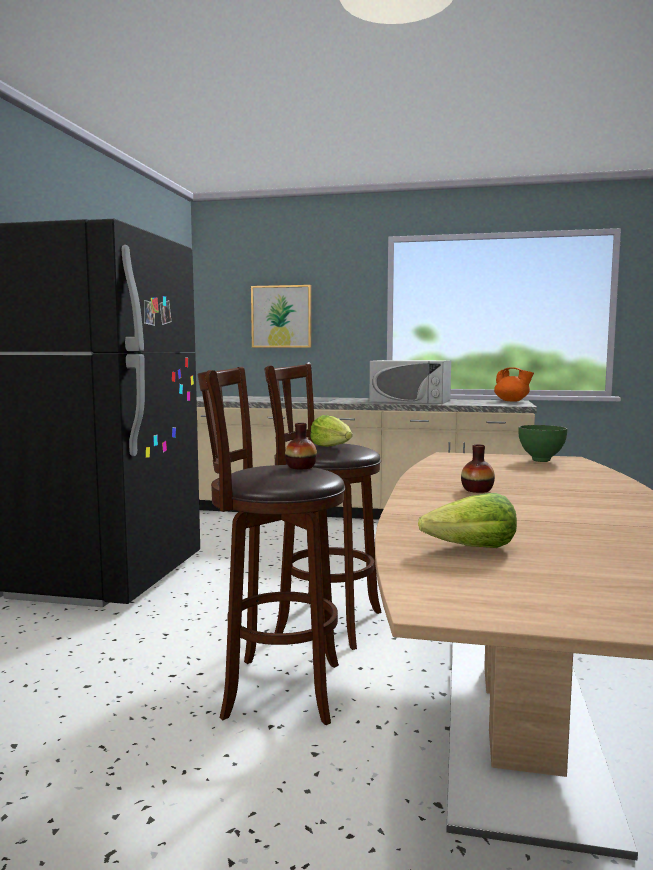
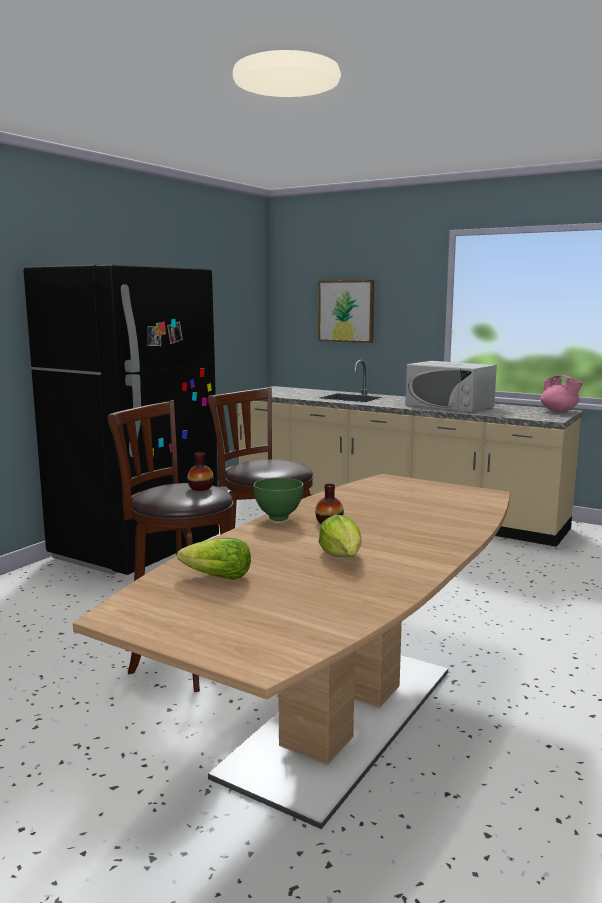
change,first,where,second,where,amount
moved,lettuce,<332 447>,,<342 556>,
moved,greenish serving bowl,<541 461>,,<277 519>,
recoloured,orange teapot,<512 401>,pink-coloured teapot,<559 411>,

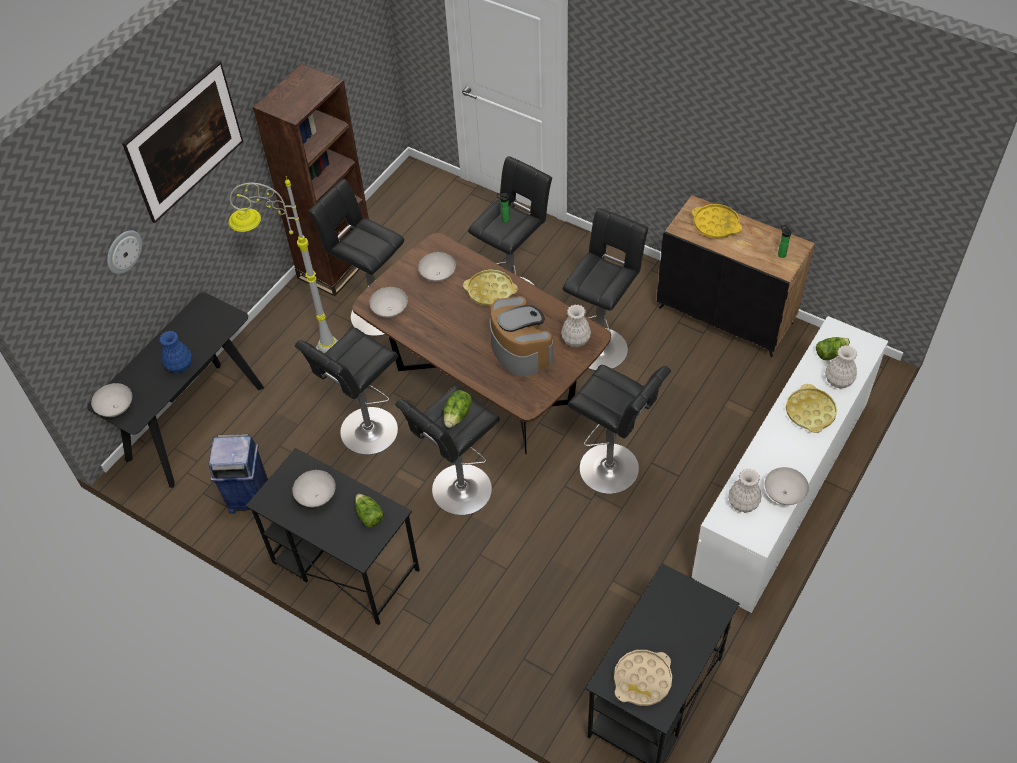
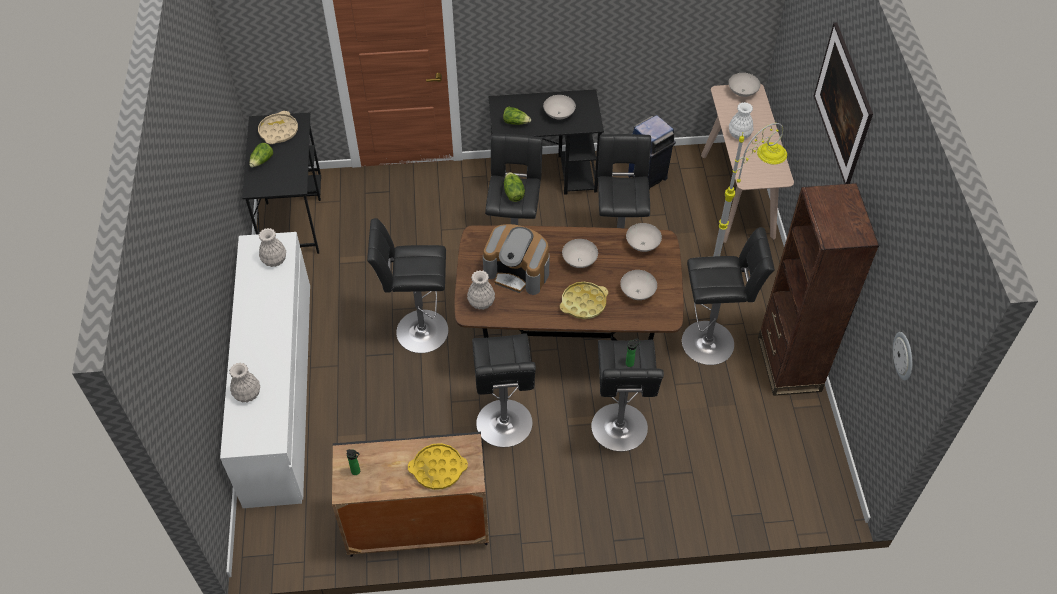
change,first,where,second,where,amount
removed,yellow tray,<810 412>,,,
moved,hanging clock,<123 251>,,<904 356>,
moved,whitish serving bowl,<784 493>,,<579 261>,
moved,lettuce,<830 353>,,<262 161>,
recoloured,black narrow table,<195 422>,beige-coloured narrow table,<737 195>,
recoloured,bluish decorative vase,<180 365>,whitish decorative vase,<739 134>,

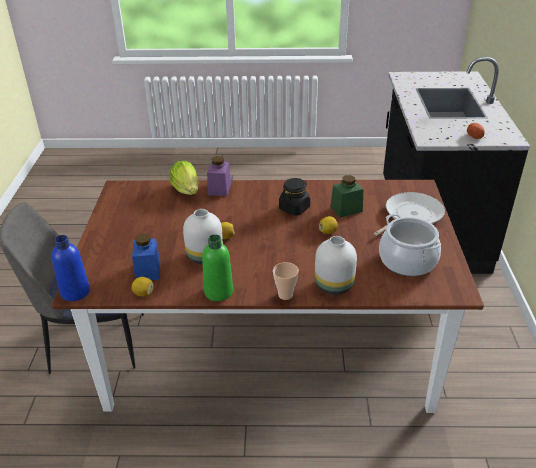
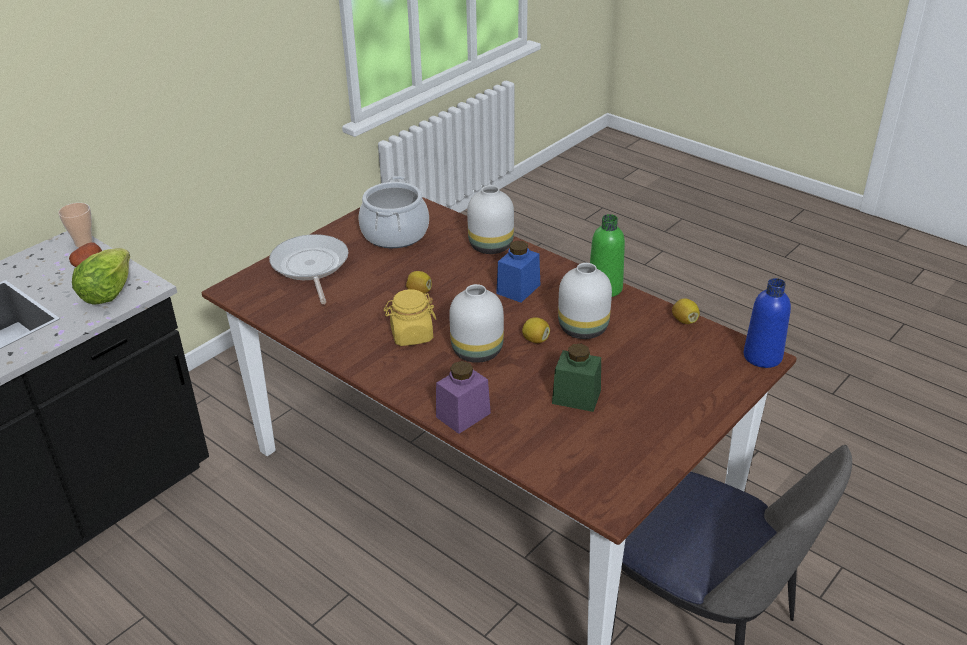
change,first,where,second,where,amount
added,,,whitish decorative vase,<475 351>,
moved,bluish jar,<148 271>,,<518 289>,
moved,lettuce,<186 190>,,<107 293>,
moved,small cup,<285 295>,,<83 243>,
moved,greenish jar,<346 209>,,<576 397>,
recoloured,black jar,<294 208>,yellow jar,<411 335>,
turned,skillet,<411 215>,,<310 267>,75 degrees clockwise

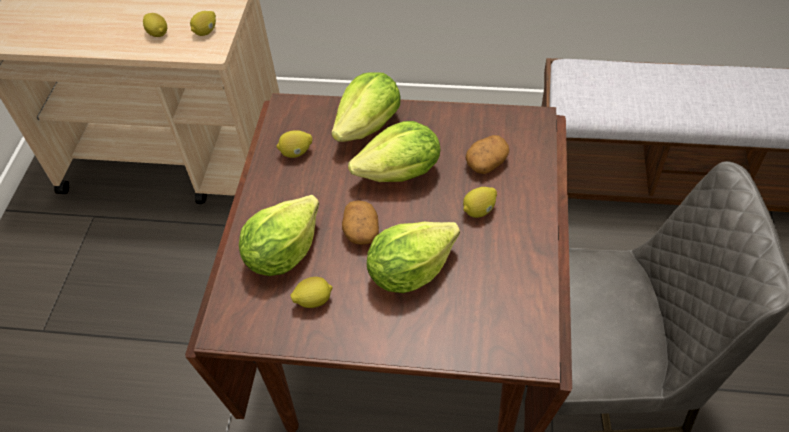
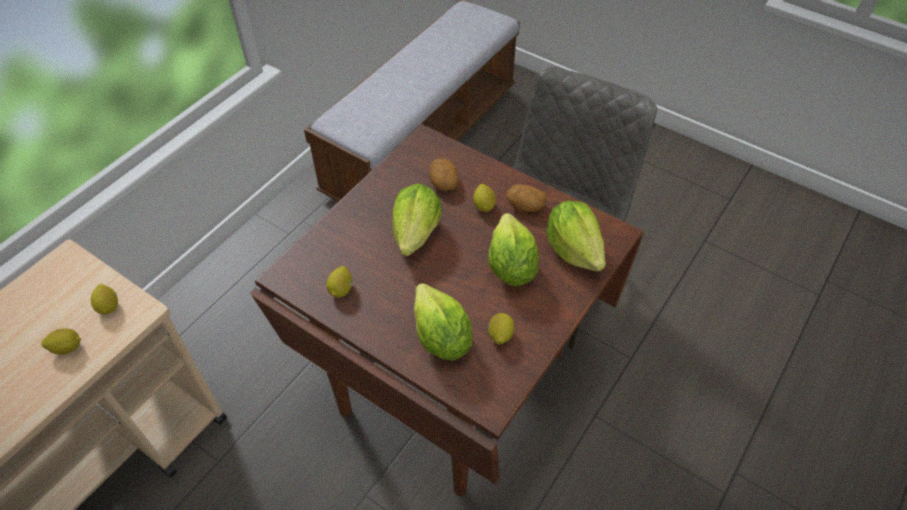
change,first,where,second,where,amount
moved,lettuce,<369 126>,,<573 249>,
moved,whole potato,<361 230>,,<525 205>,

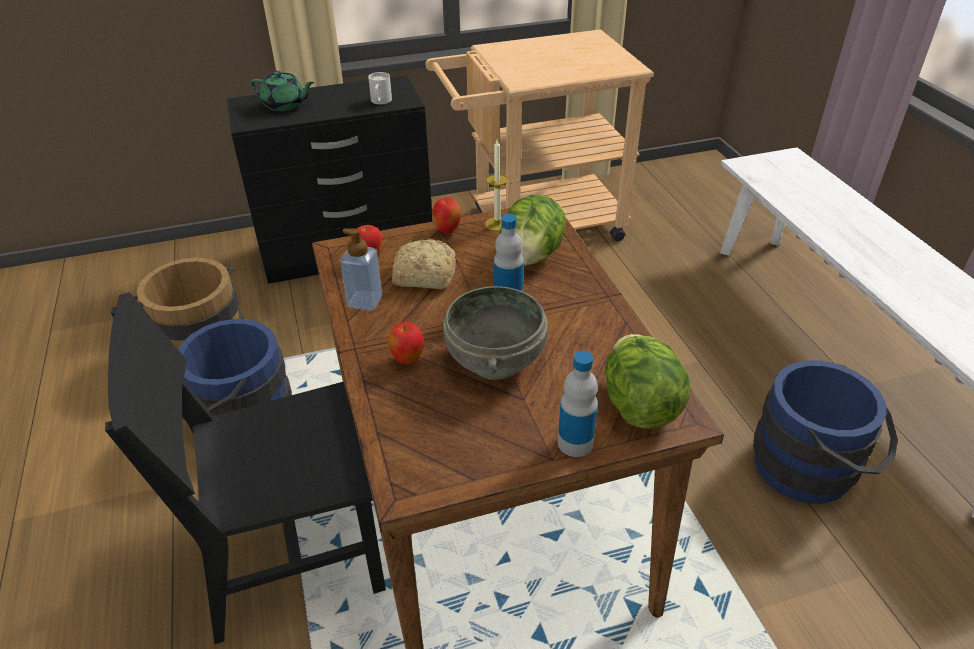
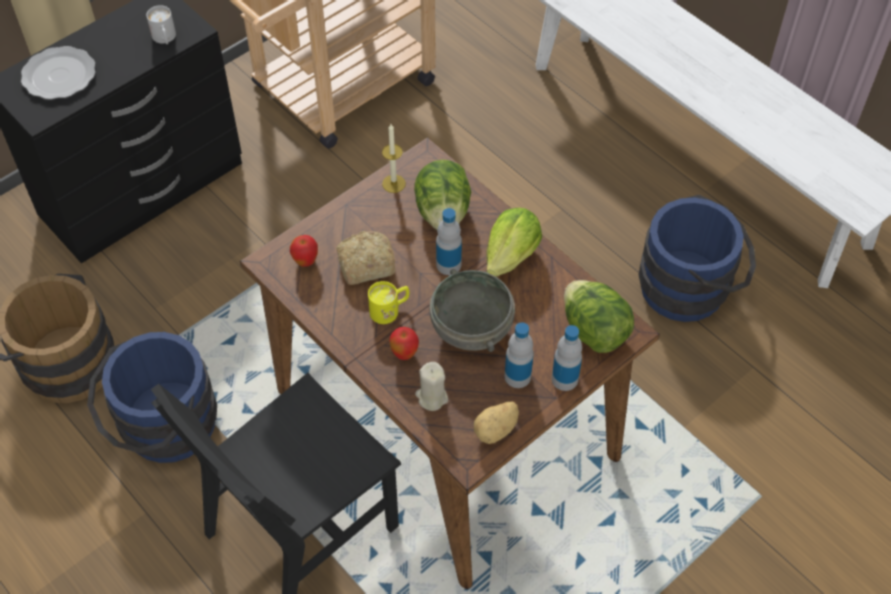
change,first,where,second,where,amount
removed,soap dispenser,<365 301>,,,
removed,whole apple,<447 230>,,,
added,,,yellow coffee mug,<390 310>,
added,,,beige-coloured wax light,<431 397>,
added,,,whole potato,<496 430>,
added,,,lettuce,<511 256>,
added,,,drink bottle,<517 376>,
replaced,greenish teapot,<285 105>,dinner plate,<60 75>,

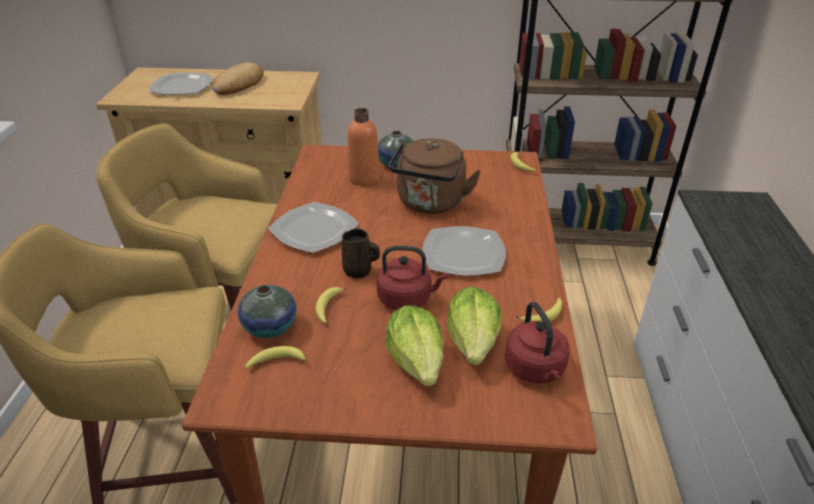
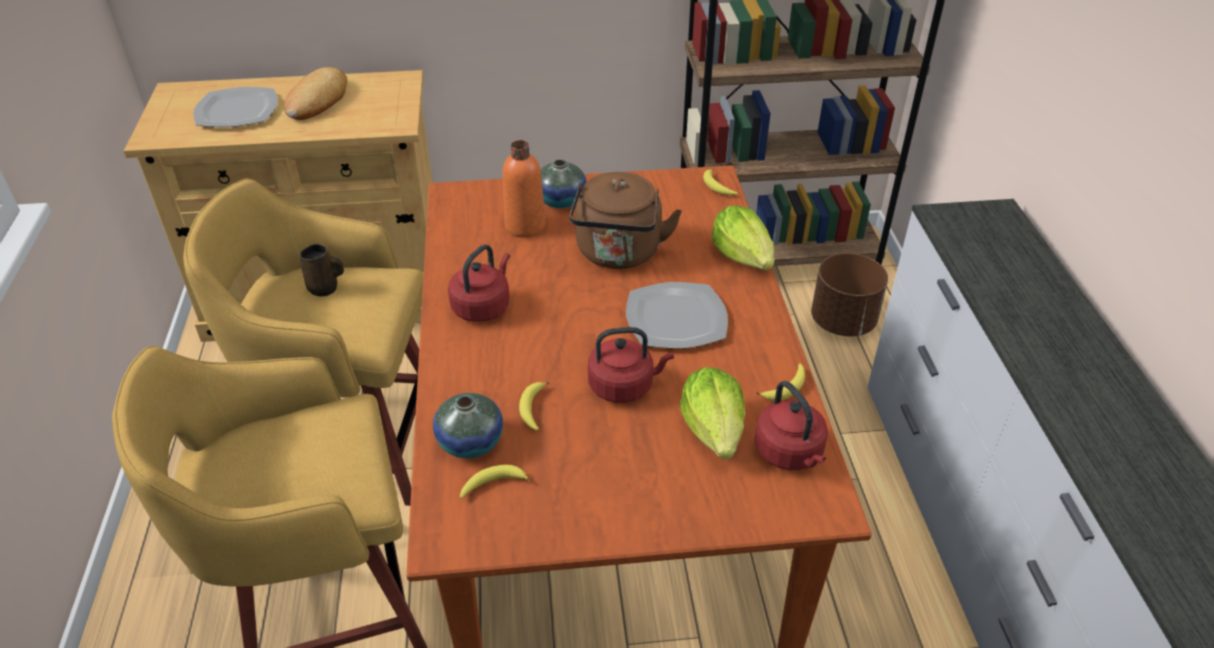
change,first,where,second,where,amount
added,,,brown-coloured planter,<843 322>,
moved,brown-coloured coffee mug,<359 271>,,<325 289>,
moved,lettuce,<417 361>,,<743 257>,
replaced,dinner plate,<314 229>,reddish tea kettle,<483 306>,

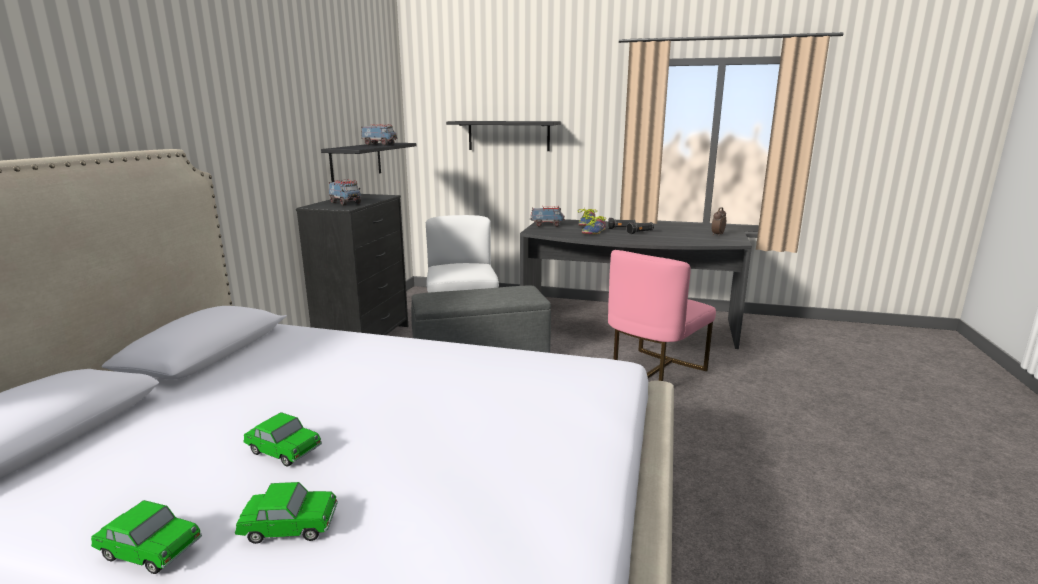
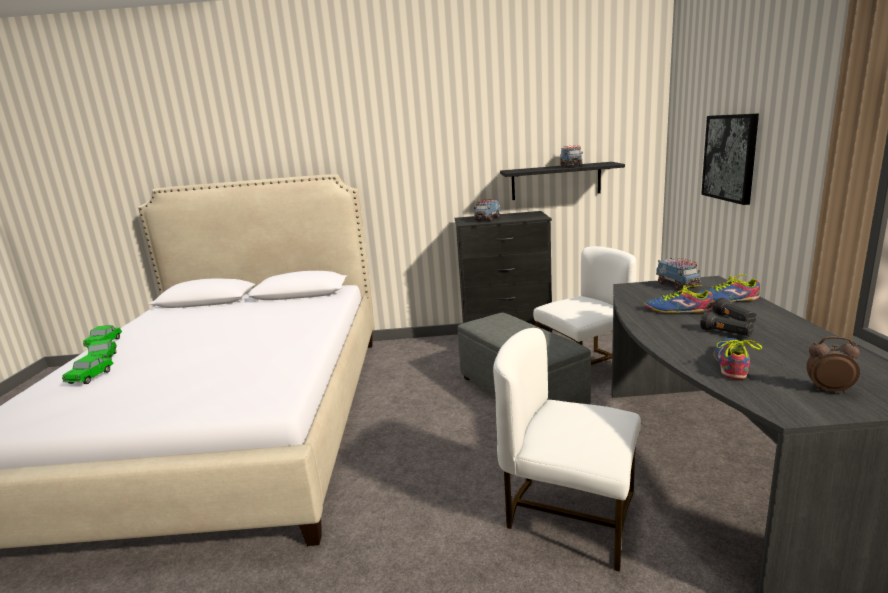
change,first,where,second,where,amount
added,,,shoe,<731 363>,
moved,toy car,<284 451>,,<90 377>,
replaced,black shelf,<508 135>,wall art,<730 157>,
recoloured,pink-coloured chair,<654 372>,whitish chair,<569 515>,

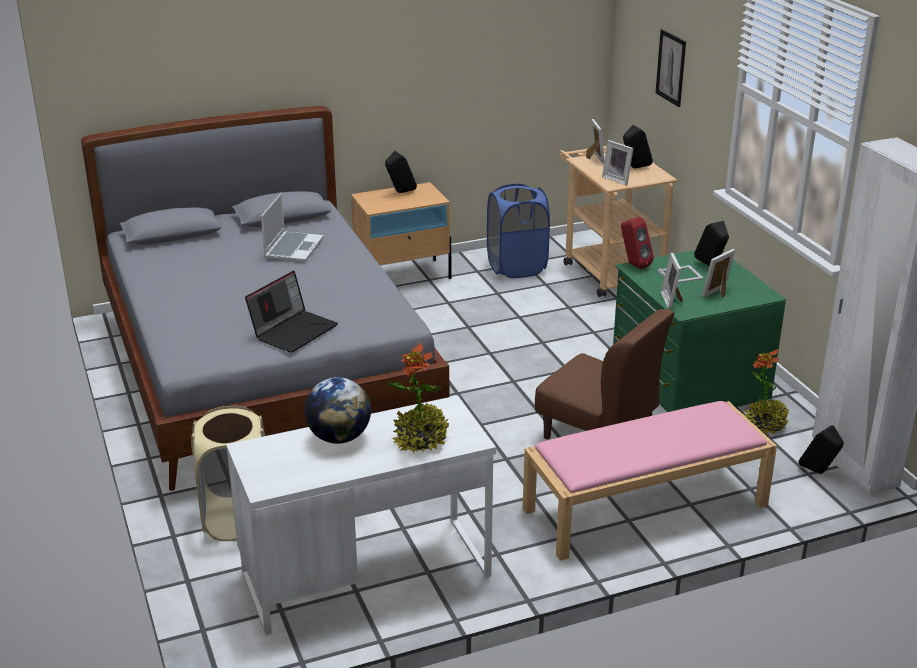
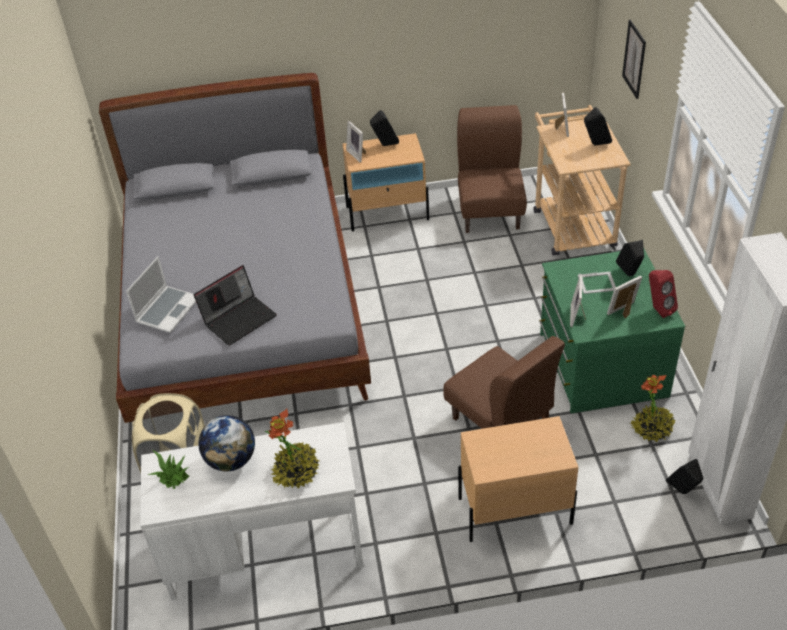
change,first,where,second,where,amount
added,,,potted plant,<172 475>,
moved,portable computer,<293 248>,,<167 310>,
moved,photo frame,<618 179>,,<358 154>,
moved,reddish loudspeaker,<633 265>,,<658 309>,
replaced,bluish laundry basket,<516 267>,brown-coloured chair,<490 211>,
replaced,pink-coloured indoor bench,<644 508>,beige-coloured nightstand,<514 510>,

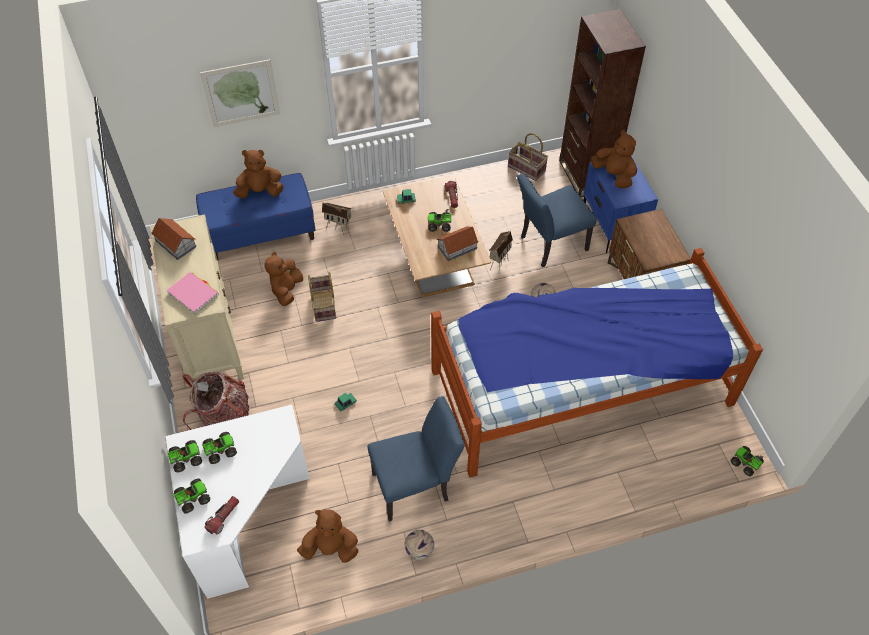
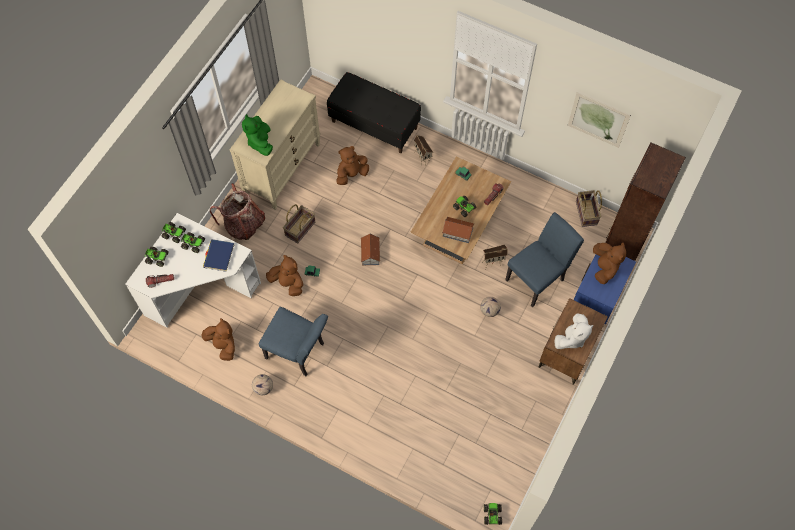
change,first,where,second,where,amount
removed,bed,<580 386>,,,
added,,,bluish bound book,<219 256>,
added,,,whitish cuddly toy,<571 338>,
moved,miniature house,<176 244>,,<370 253>,
moved,wall art,<241 93>,,<598 120>,
moved,brown-coloured cuddly toy,<260 192>,,<288 283>,
moved,basket,<324 305>,,<300 229>,
replaced,pink-coloured bound book,<193 294>,greenish cuddly toy,<260 142>,
recoloured,bluish indoor bench,<261 234>,black indoor bench,<374 124>,
turned,bluish chair,<549 245>,,<538 277>,120 degrees clockwise

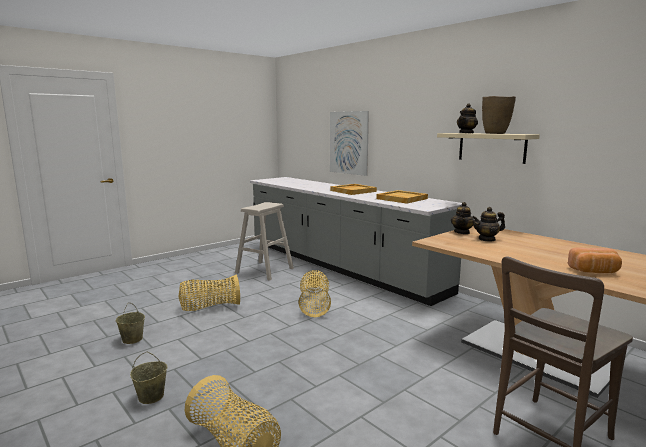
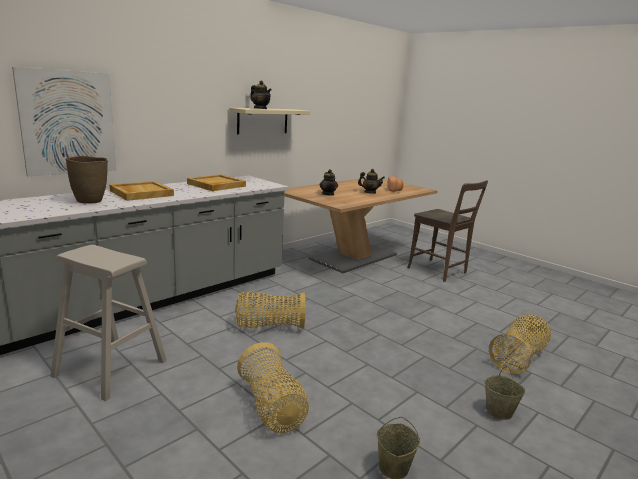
change,first,where,second,where,amount
moved,teapot,<462 232>,,<370 192>,
moved,brown-coloured decorative vase,<495 133>,,<90 201>,

